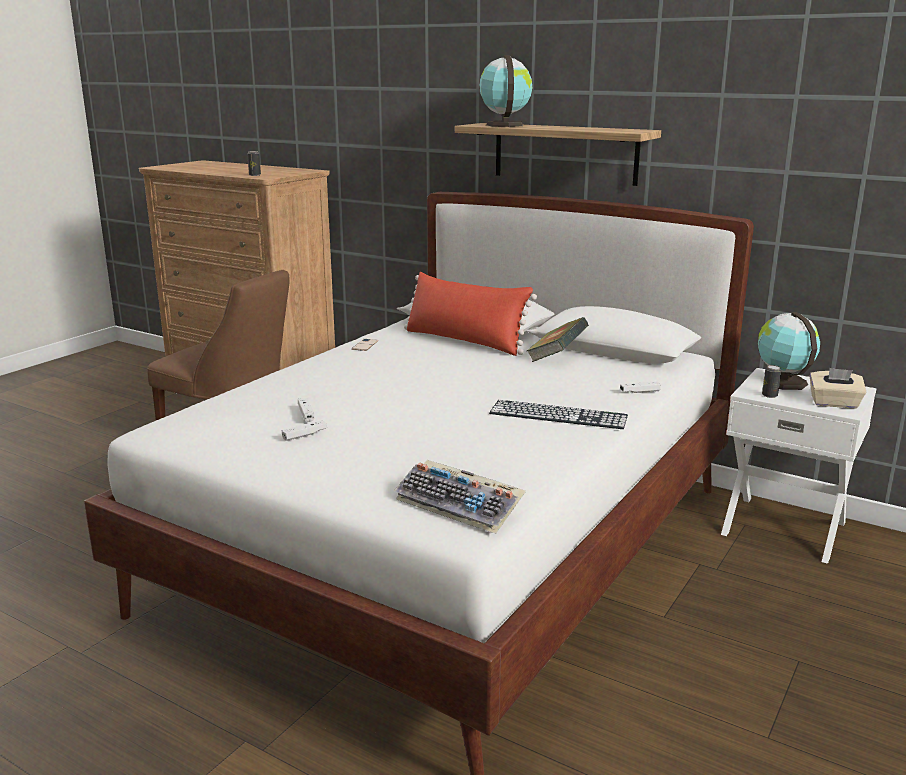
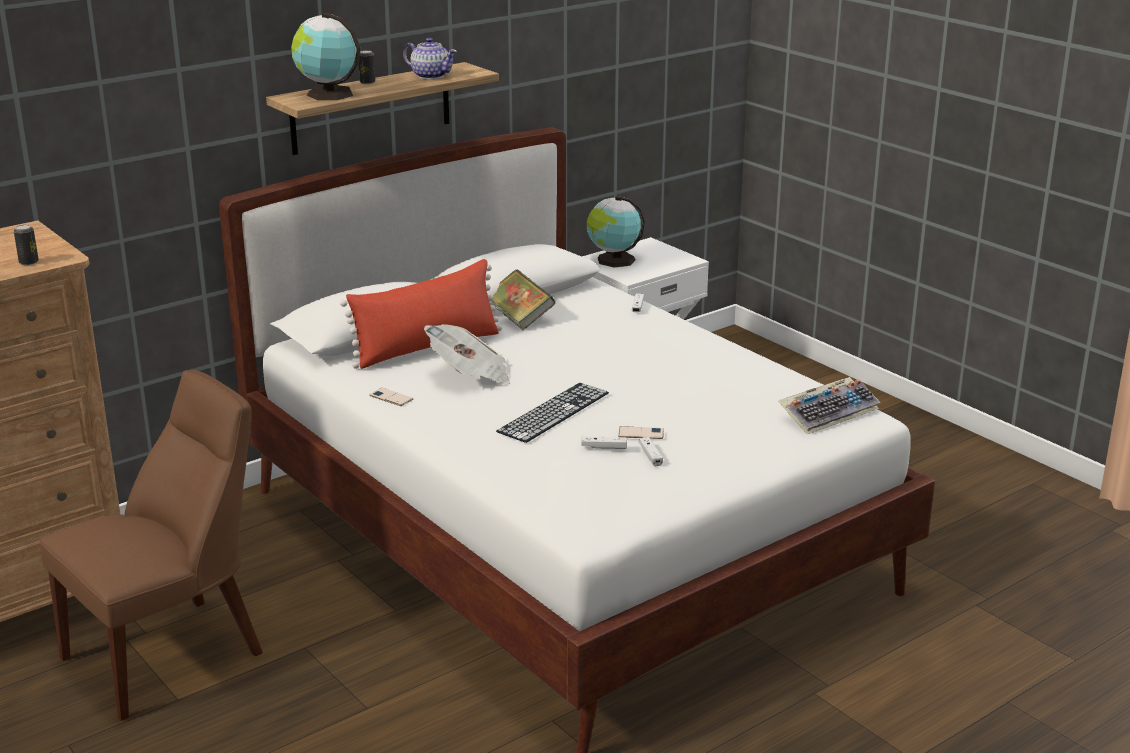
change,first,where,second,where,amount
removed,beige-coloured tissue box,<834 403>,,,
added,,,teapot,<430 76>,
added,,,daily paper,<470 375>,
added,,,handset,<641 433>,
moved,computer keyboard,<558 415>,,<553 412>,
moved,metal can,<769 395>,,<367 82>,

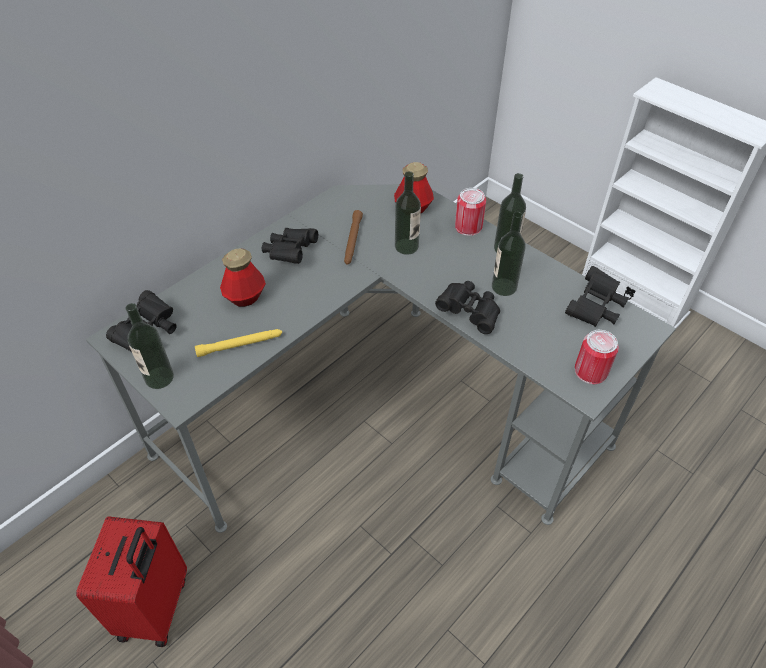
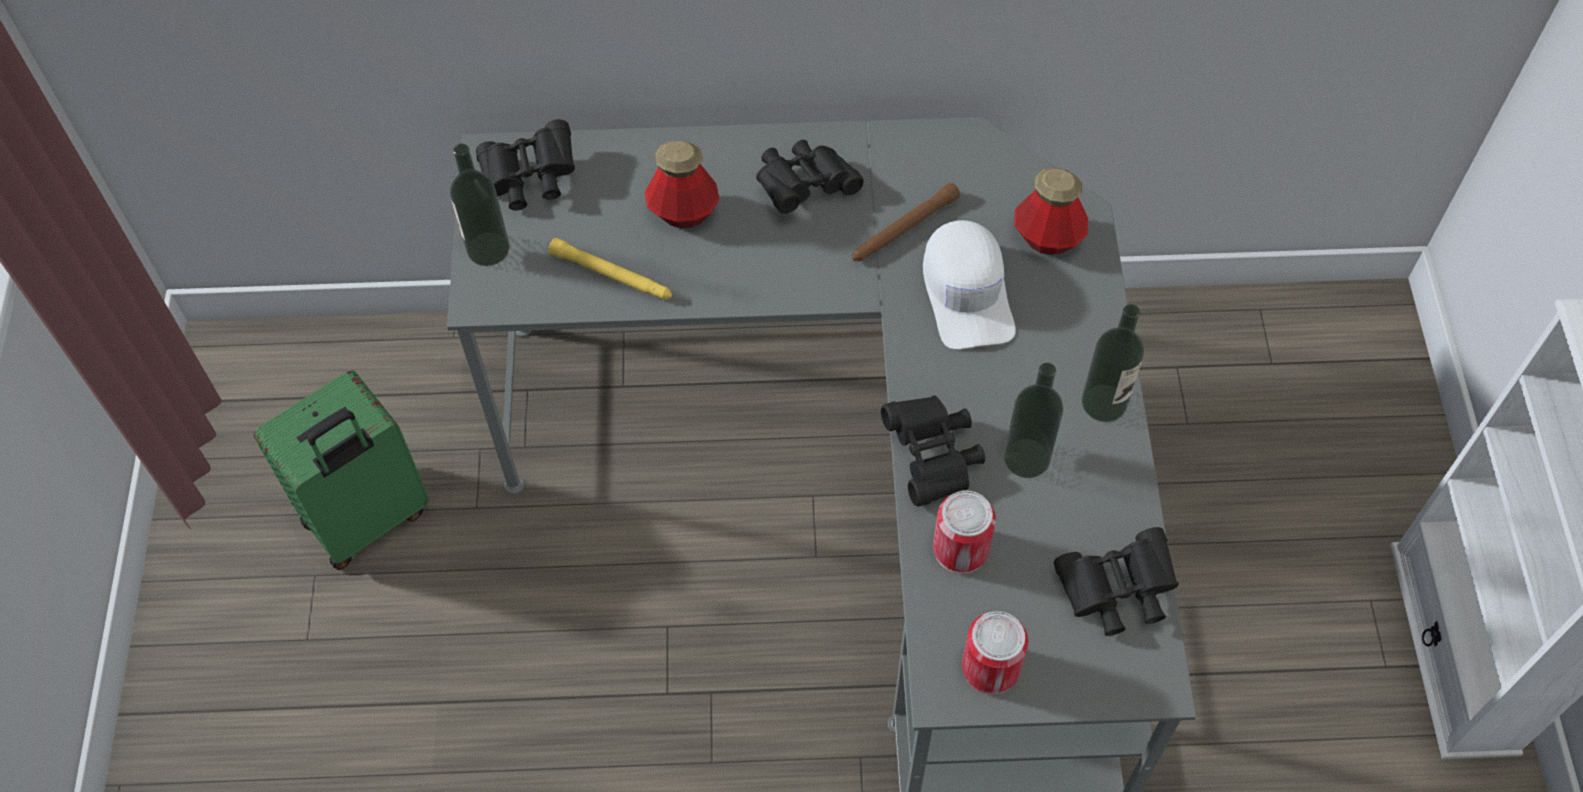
change,first,where,second,where,amount
moved,metal can,<468 227>,,<960 549>,
replaced,drink bottle,<406 246>,whitish baseball cap,<967 292>,
recoloured,reddish suitcase,<156 607>,greenish suitcase,<368 519>,

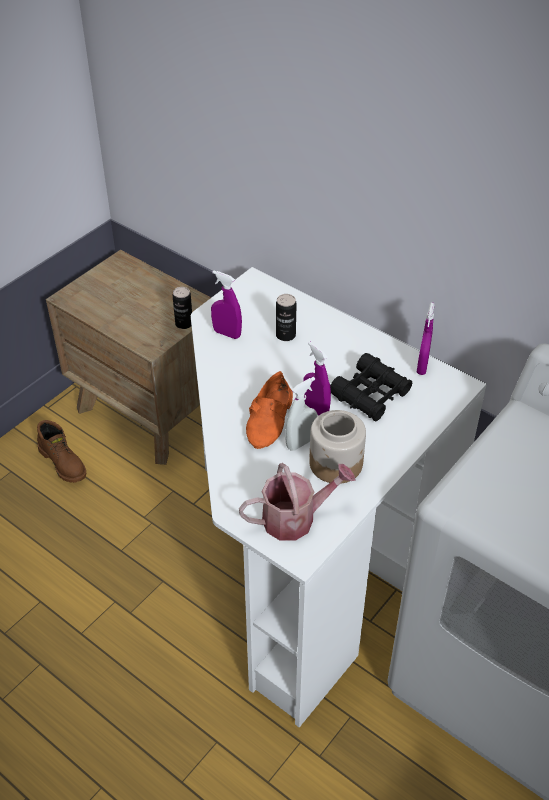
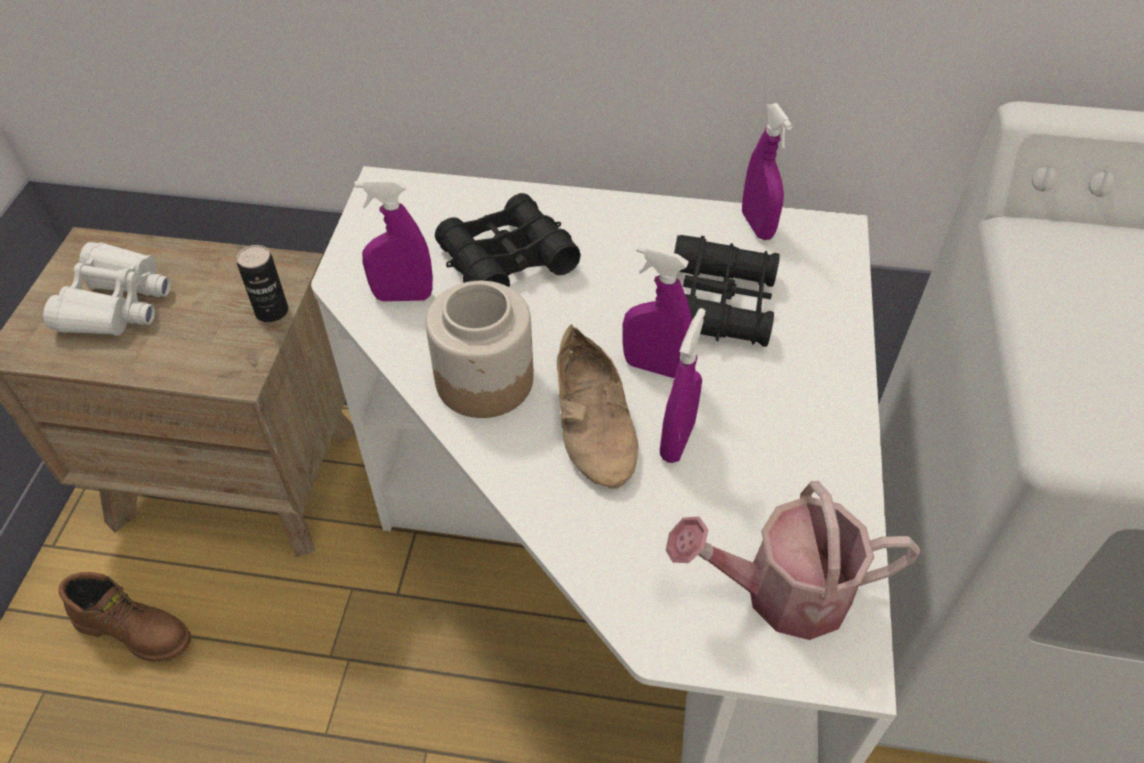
change,first,where,second,where,amount
added,,,whitish pair of binoculars,<116 303>,
moved,jar,<336 463>,,<485 379>,
replaced,metal can,<285 335>,black pair of binoculars,<506 259>,
recoloured,orange shoe,<271 420>,beige-coloured shoe,<596 420>,
recoloured,whitish spray bottle,<300 443>,purple spray bottle,<677 440>,
turned,watering can,<295 518>,,<781 592>,135 degrees counterclockwise

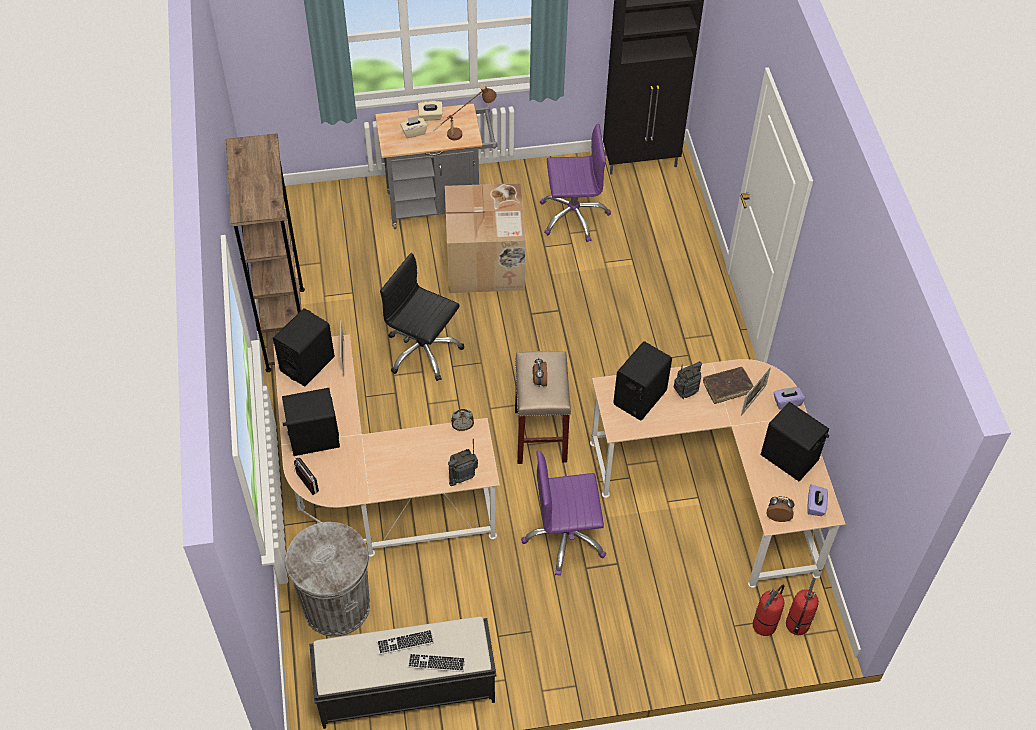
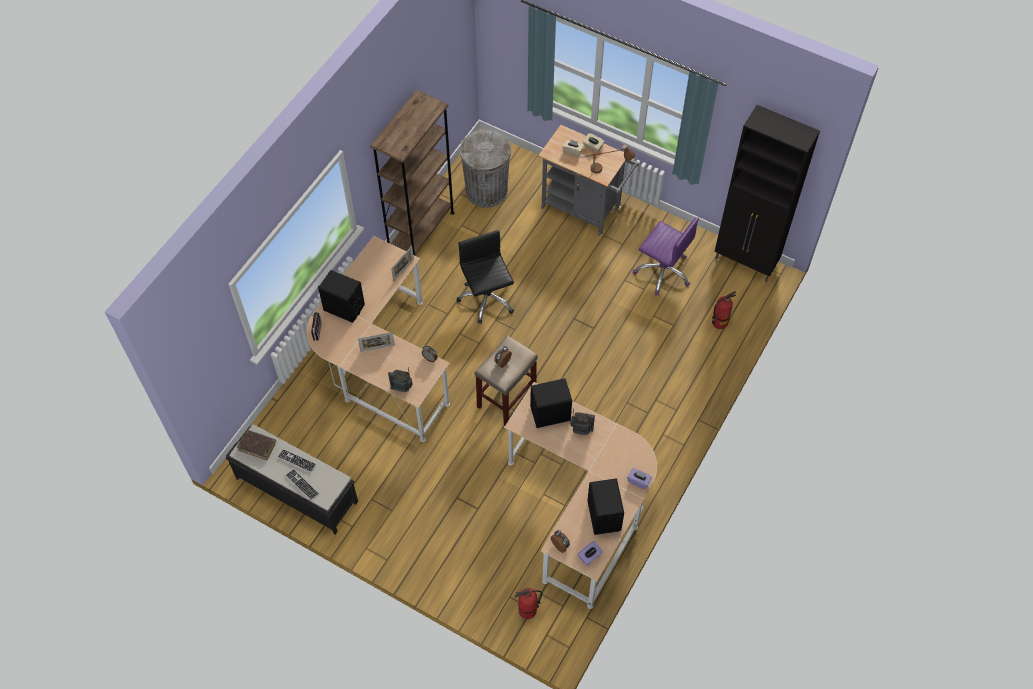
change,first,where,second,where,amount
removed,black loudspeaker,<307 364>,,,
removed,packing box,<486 263>,,,
removed,purple computer chair,<565 538>,,,
moved,gray waste bin,<337 605>,,<486 190>,
moved,brown-coloured bound book,<727 387>,,<257 446>,
moved,photo frame,<753 400>,,<377 348>,
moved,fire extinguisher,<797 624>,,<719 322>,

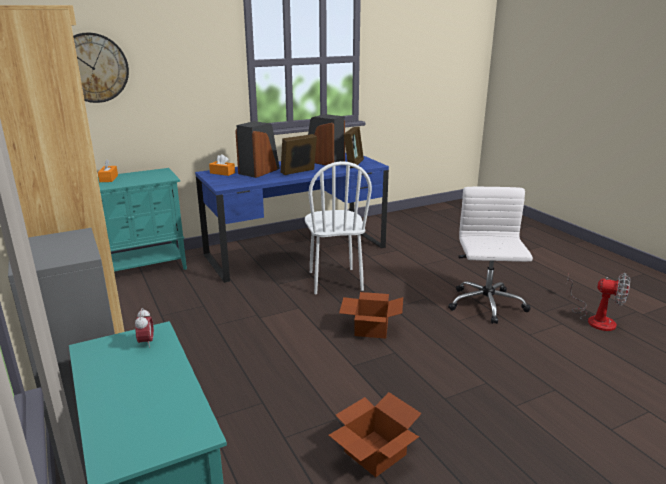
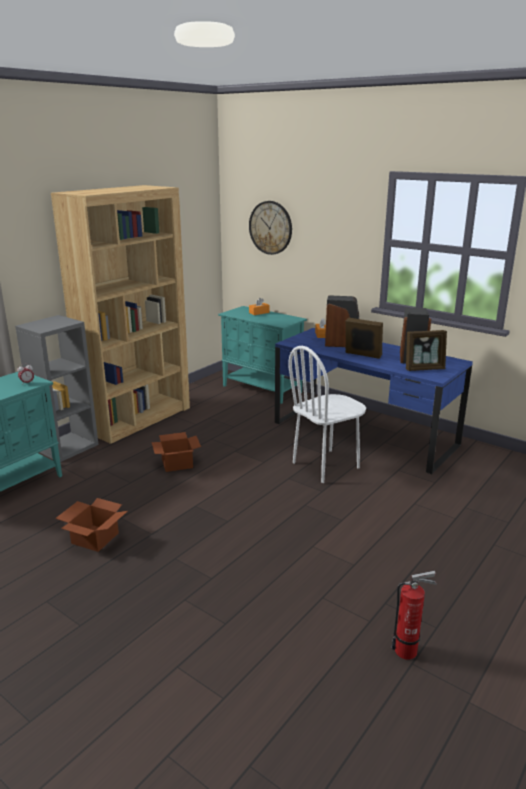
change,first,where,second,where,amount
removed,whitish computer chair,<486 305>,,,
moved,packing box,<370 328>,,<177 463>,
replaced,electric fan,<595 318>,fire extinguisher,<408 650>,

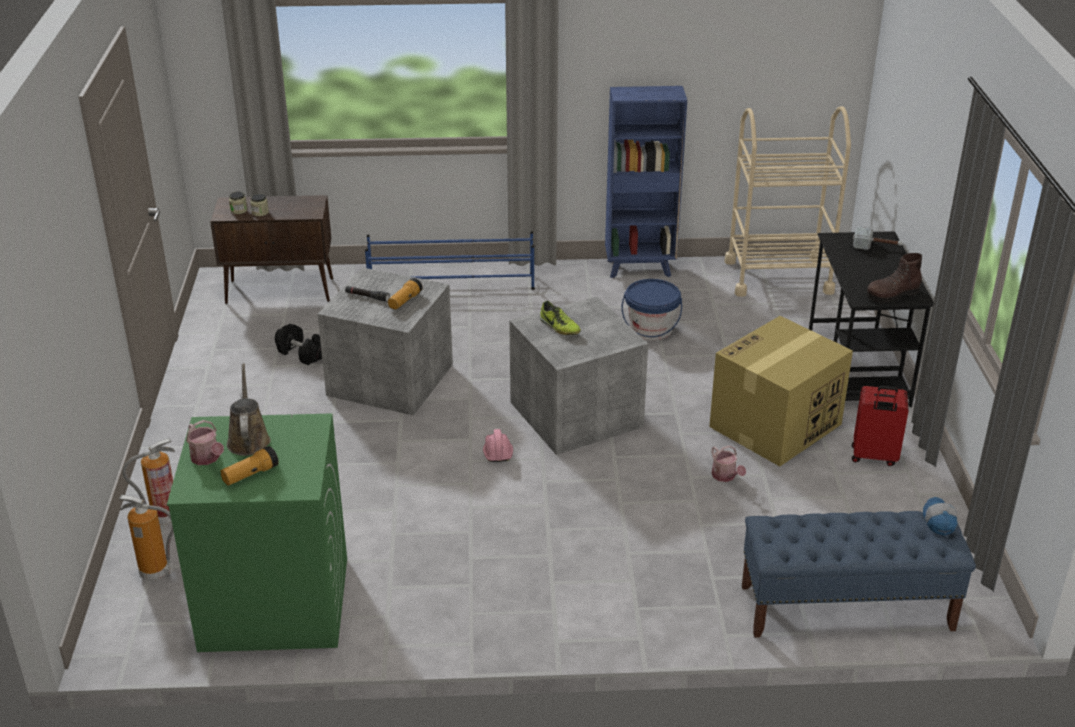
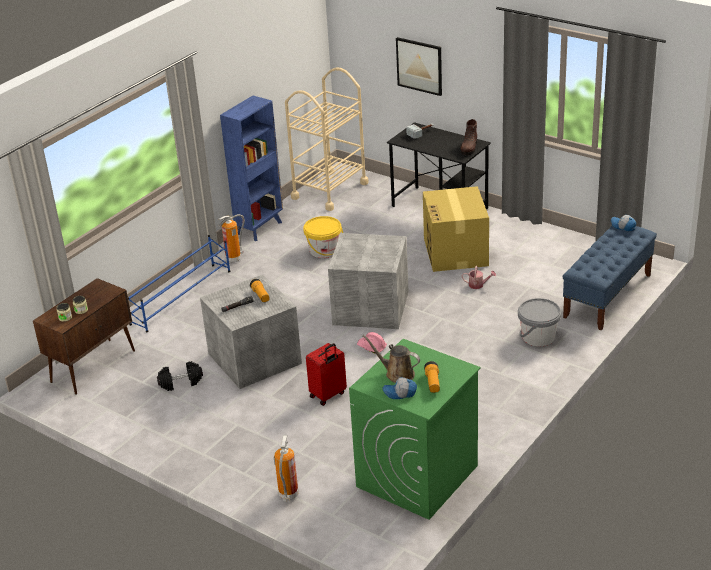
change,first,where,second,where,amount
removed,shoe,<559 327>,,,
added,,,wall art,<419 66>,
added,,,gray bucket,<538 337>,
moved,fire extinguisher,<156 573>,,<234 259>,
moved,reddish suitcase,<873 457>,,<328 395>,
replaced,watering can,<207 458>,baseball cap,<400 393>,
recoloured,bluish bucket,<651 329>,yellow bucket,<324 250>,

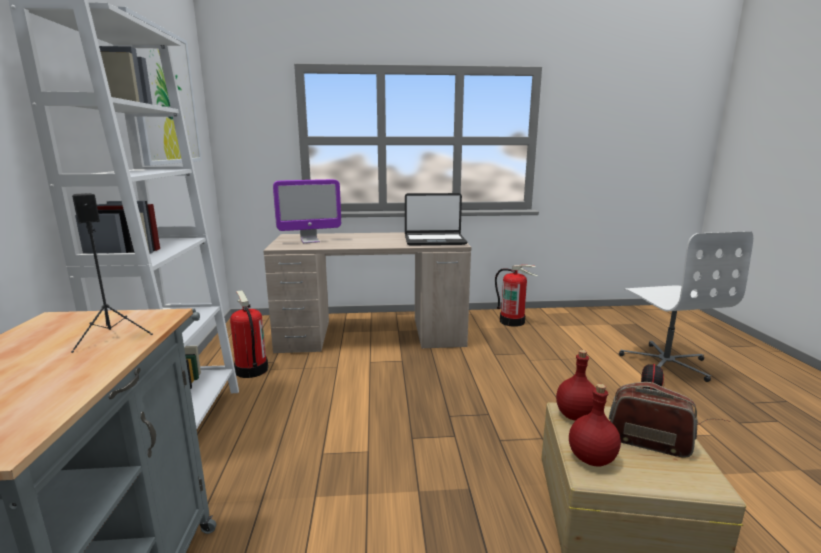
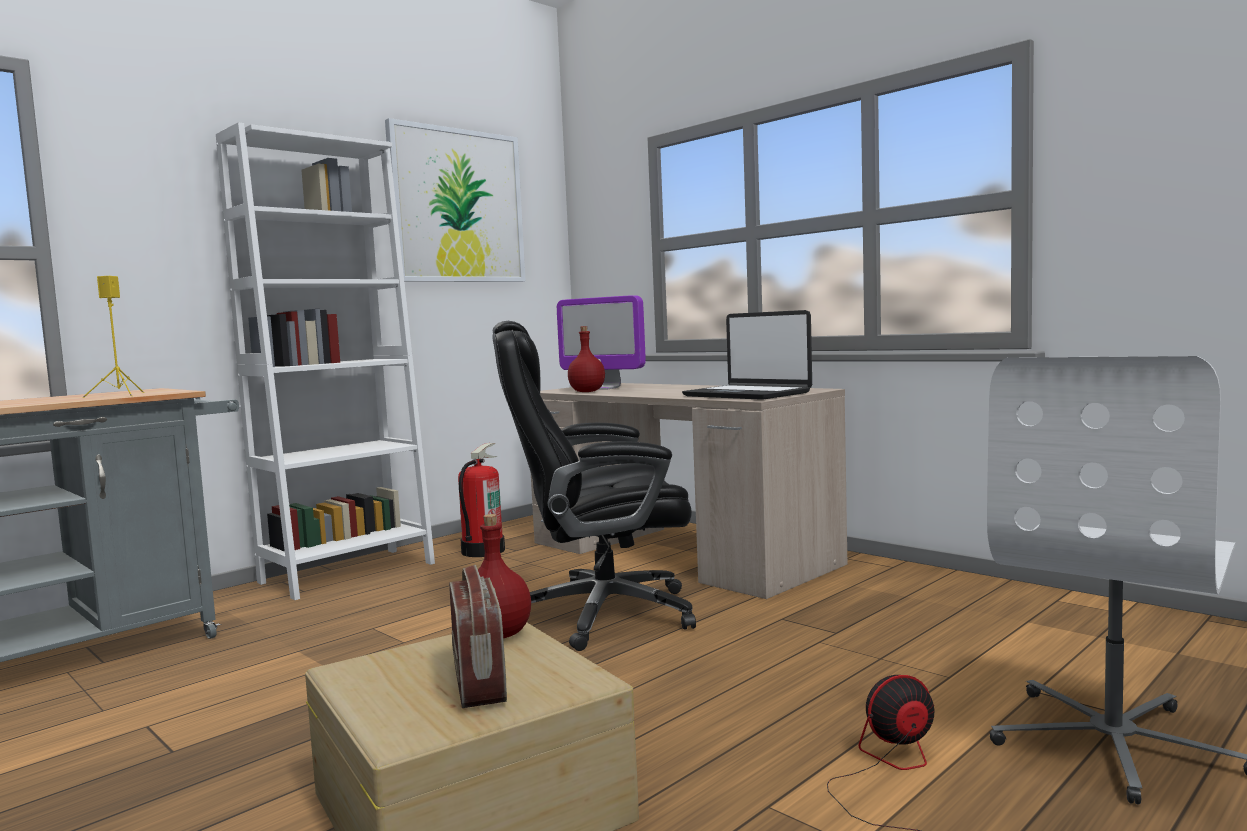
change,first,where,second,where,amount
removed,fire extinguisher,<512 321>,,,
added,,,black computer chair,<599 614>,
moved,reddish drink bottle,<591 459>,,<586 392>,
recoloured,black loudspeaker,<112 336>,yellow loudspeaker,<120 395>,

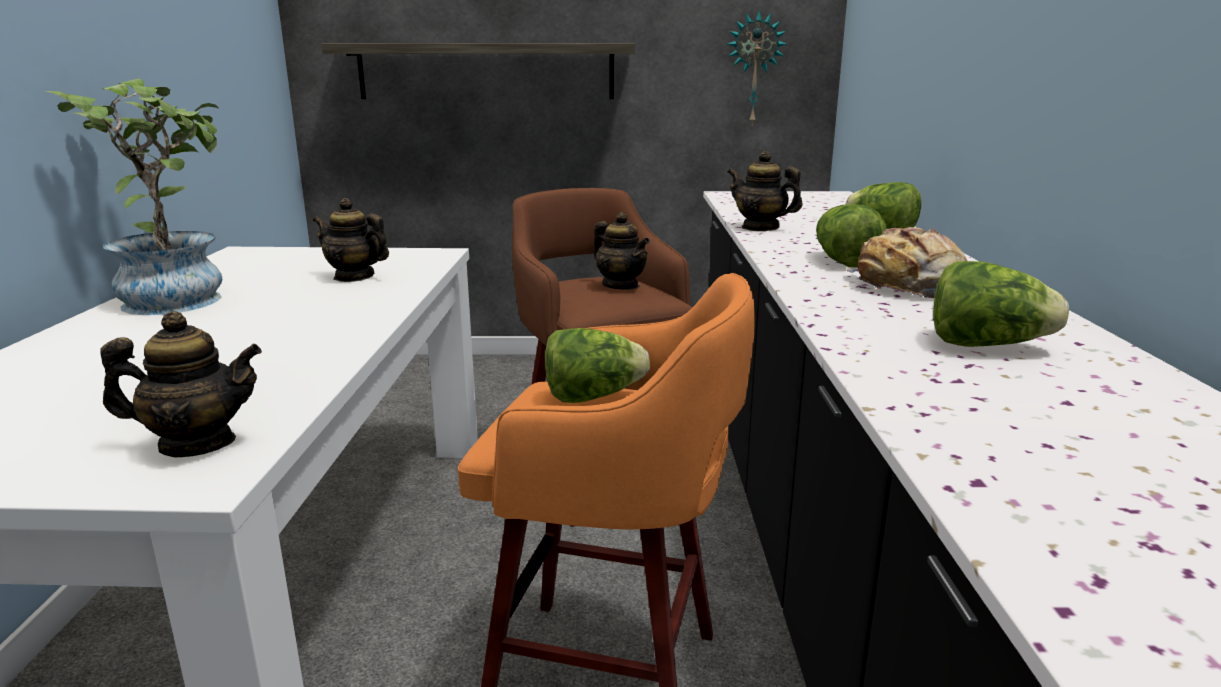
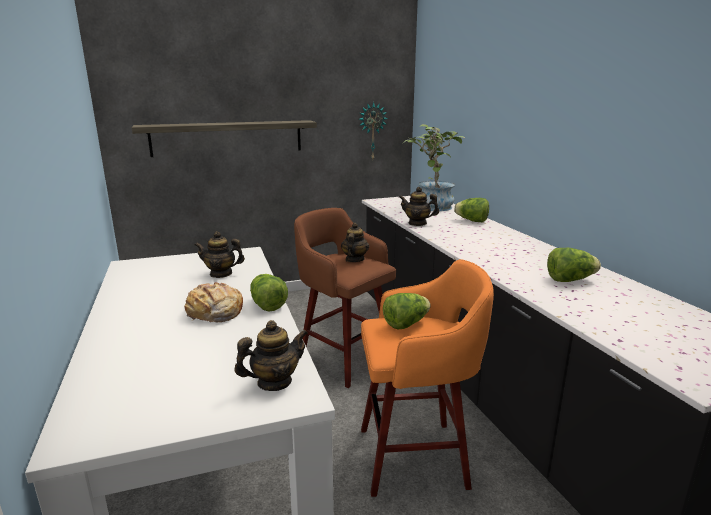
change,first,where,second,where,amount
moved,potted plant,<177 297>,,<431 205>,
moved,lettuce,<843 262>,,<267 305>,
moved,bread,<907 286>,,<214 313>,
turned,teapot,<621 286>,,<354 259>,105 degrees counterclockwise

